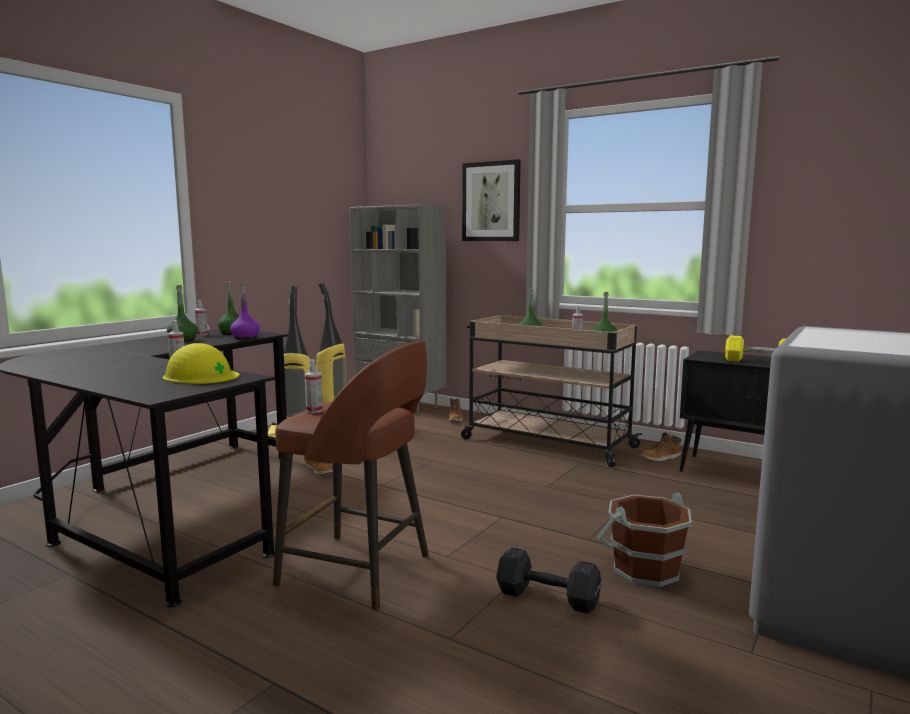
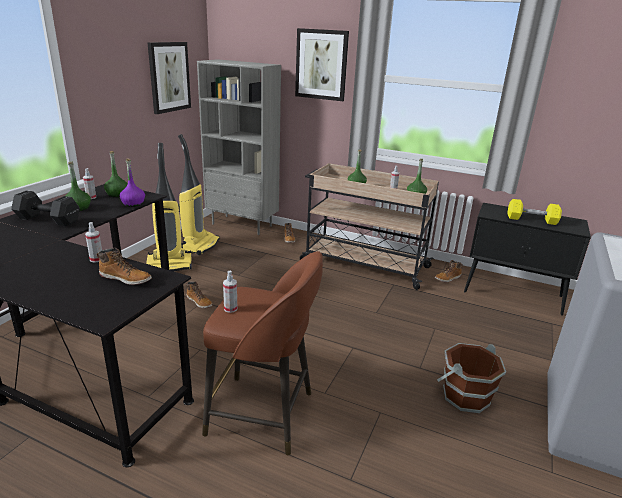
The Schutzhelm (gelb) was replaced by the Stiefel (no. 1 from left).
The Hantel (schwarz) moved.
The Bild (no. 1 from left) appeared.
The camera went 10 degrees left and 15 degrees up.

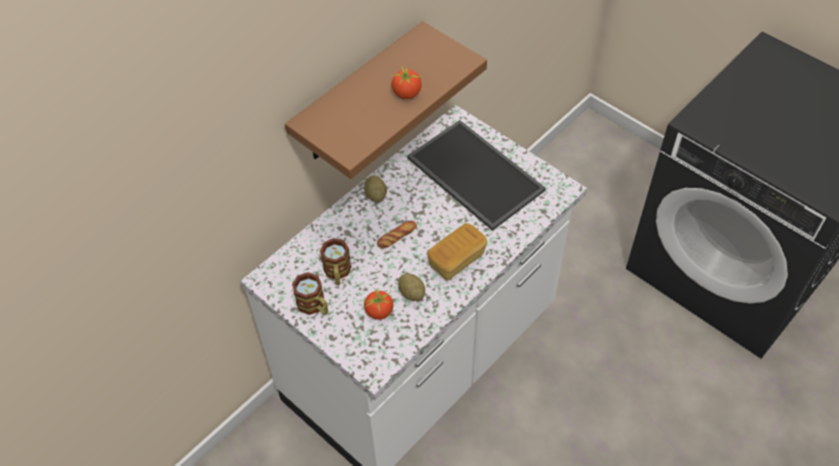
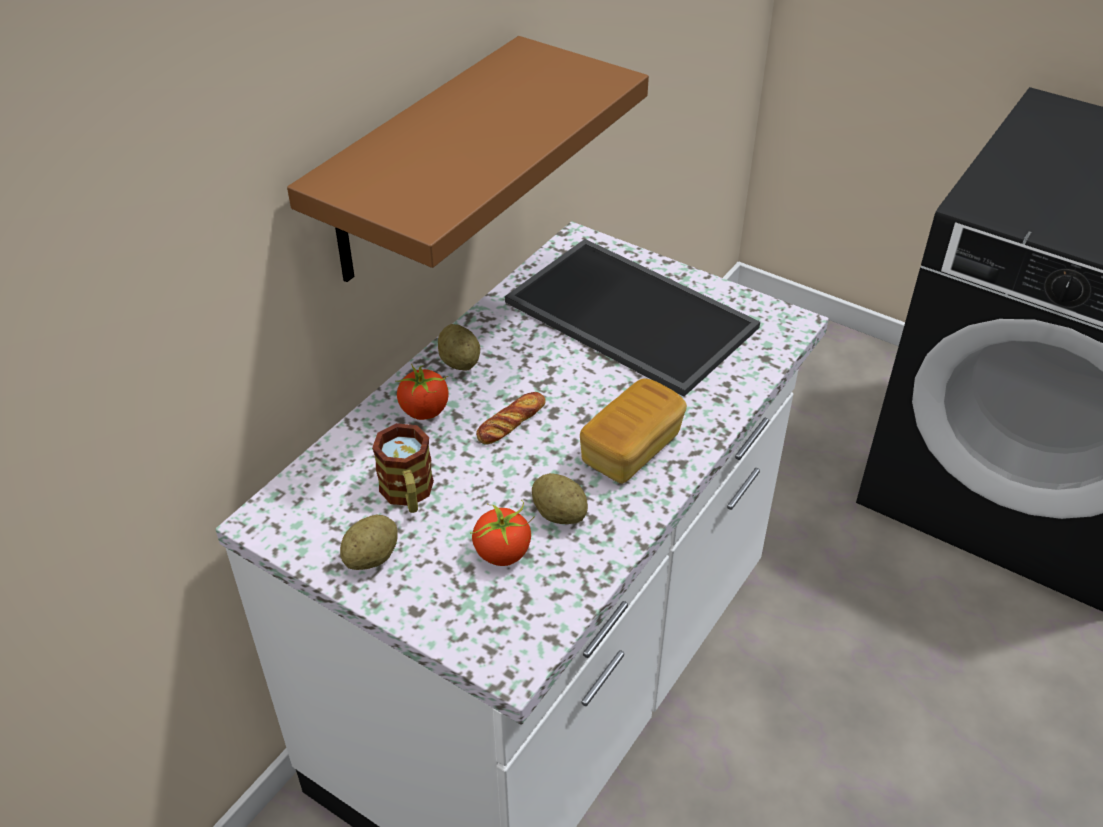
The Tomate (no. 2 from left in the first image) moved.
The Henkelbecher (no. 1 from left) was replaced by the Kartoffel (no. 1 from left).
The camera went 10 degrees left and 10 degrees down.

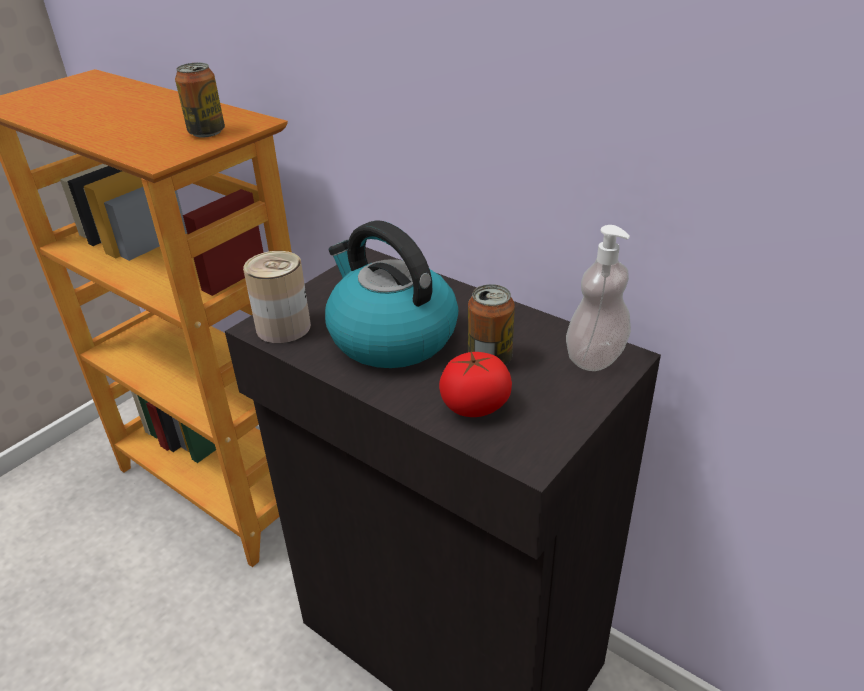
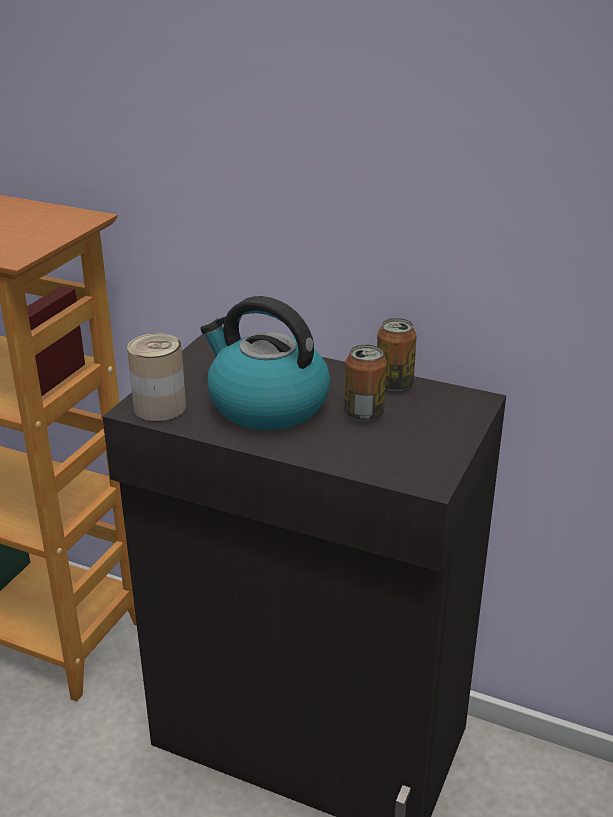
The Dose (no. 1 from left in the first image) moved.
The Seifenspender disappeared.
The Tomate disappeared.
The camera went 15 degrees left and 5 degrees down.

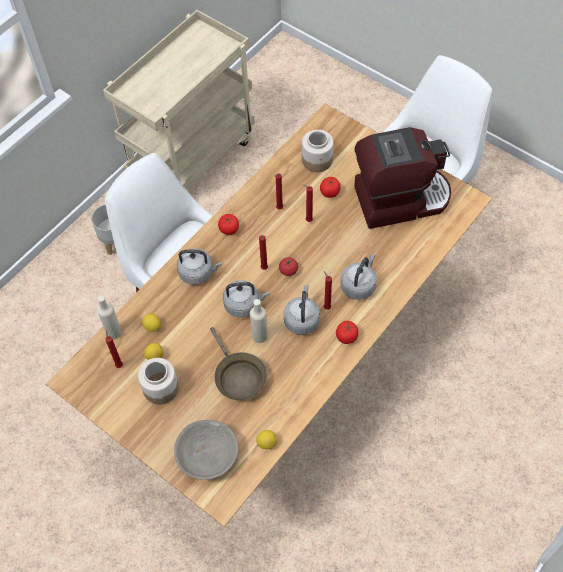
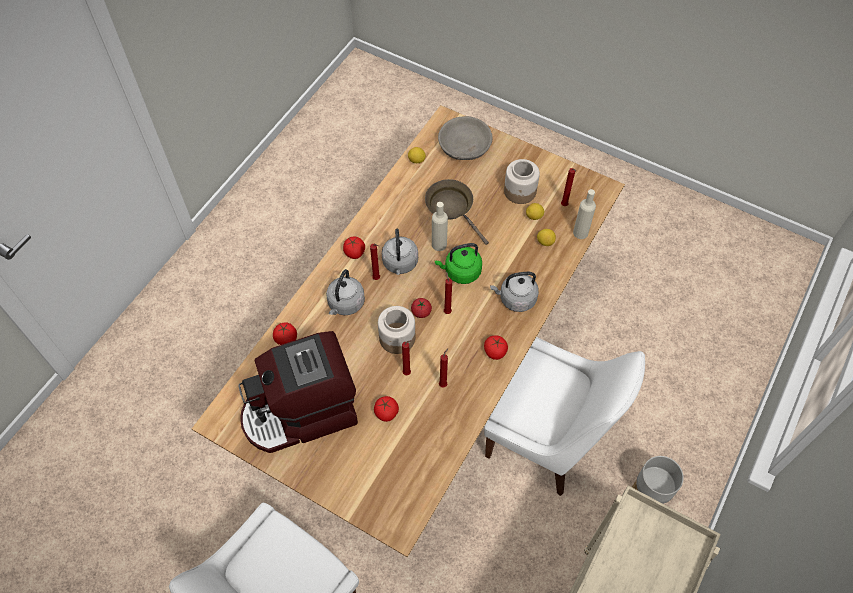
The Vorratsglas (no. 2 from left in the first image) moved.
The Wasserkessel (grau) (no. 2 from left) became the Wasserkessel (grün).
The Tomate (no. 1 from left) appeared.
The camera went 170 degrees right and 0 degrees up.

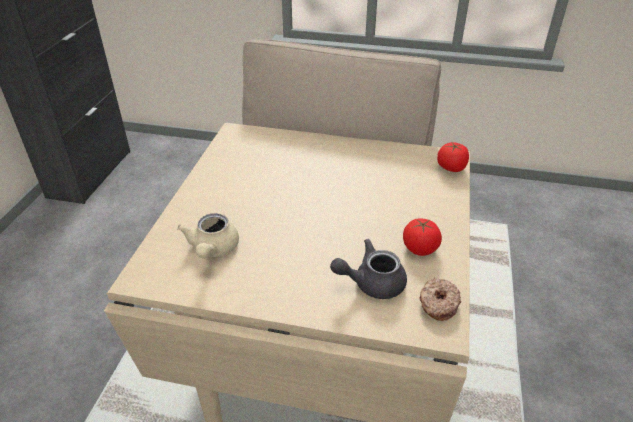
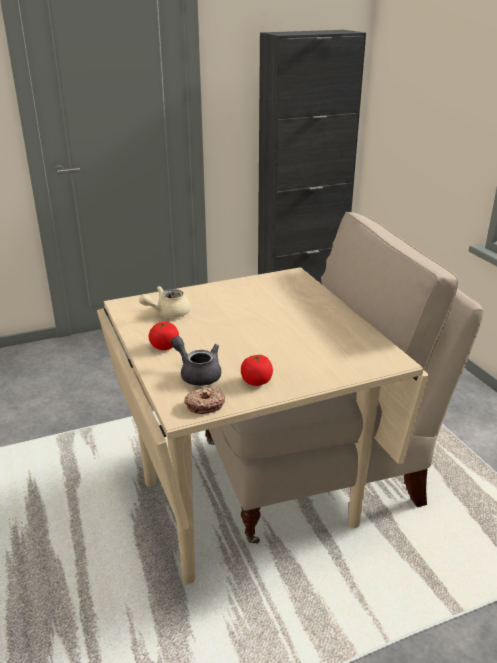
The Tomate (no. 2 from left in the first image) moved.
The camera went 55 degrees right and 10 degrees down.

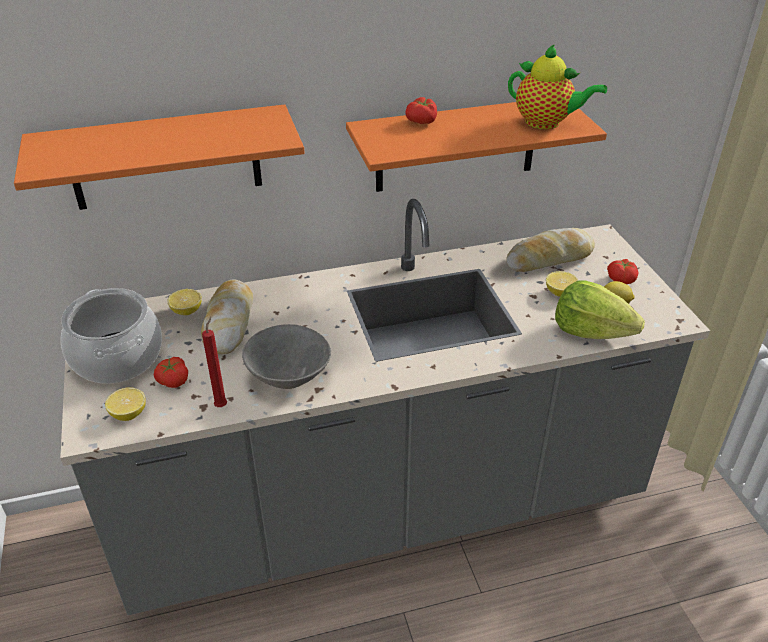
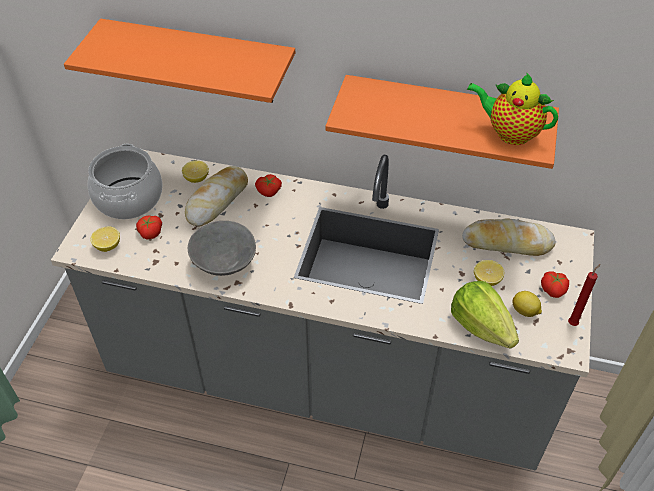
The Teekanne turned 150 degrees clockwise.
The Tomate (no. 2 from left) moved.
The Kerze (rot) moved.
The camera went 30 degrees right and 10 degrees up.

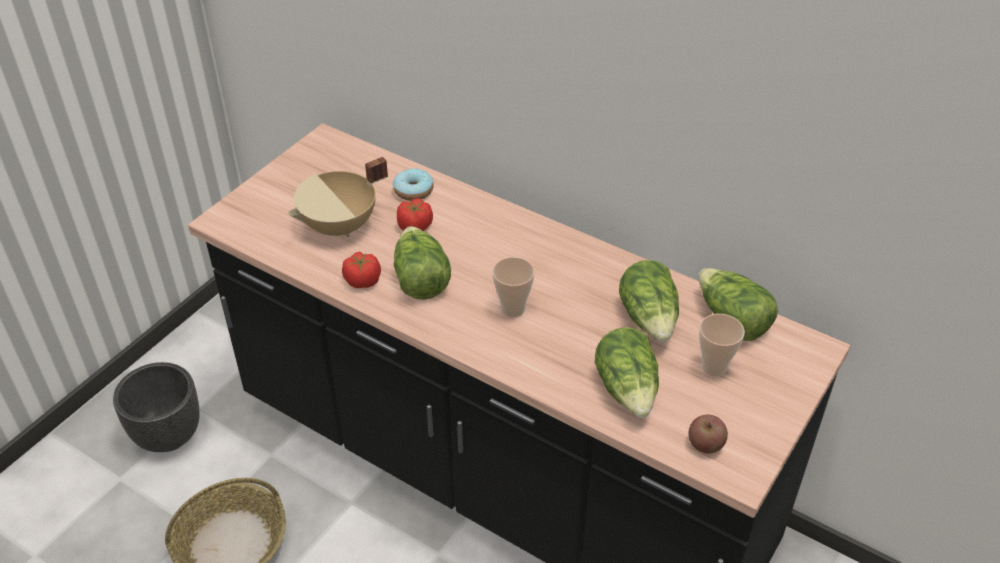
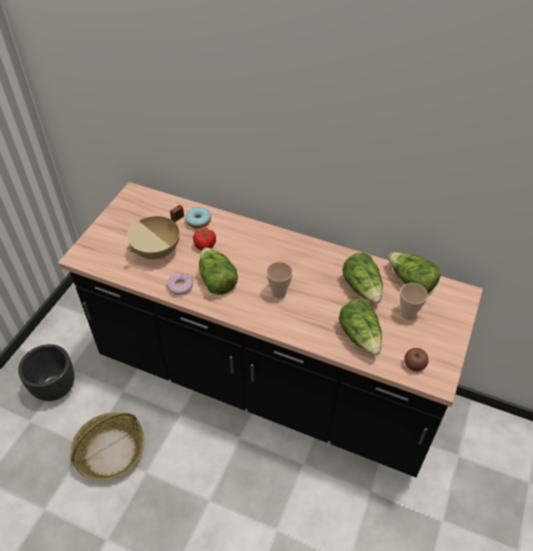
The Tomate (no. 1 from left) was replaced by the Donut (no. 1 from left).
The camera went 10 degrees left and 5 degrees up.

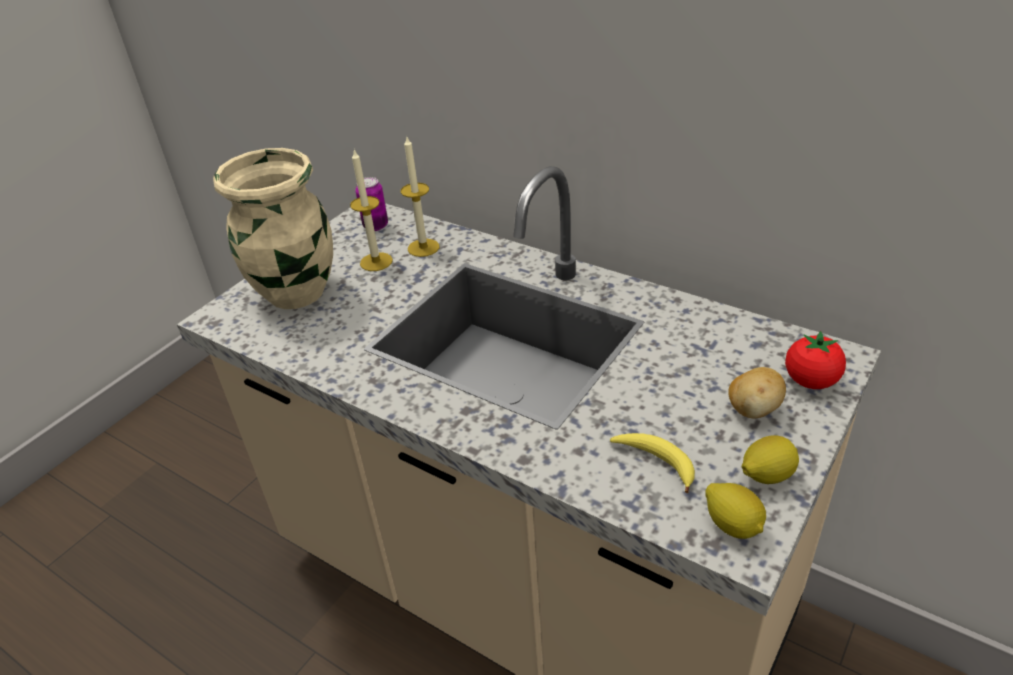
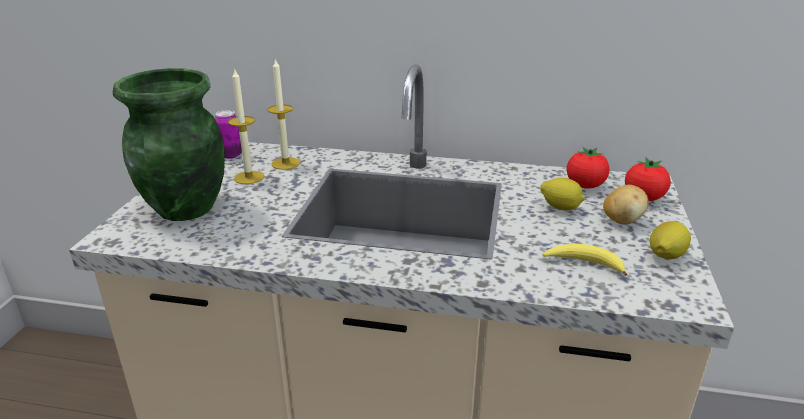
The Vase (beige) became the Vase (grün).
The Zitrone (no. 1 from left) moved.
The Tomate (no. 1 from left) appeared.
The camera went 25 degrees left and 10 degrees down.

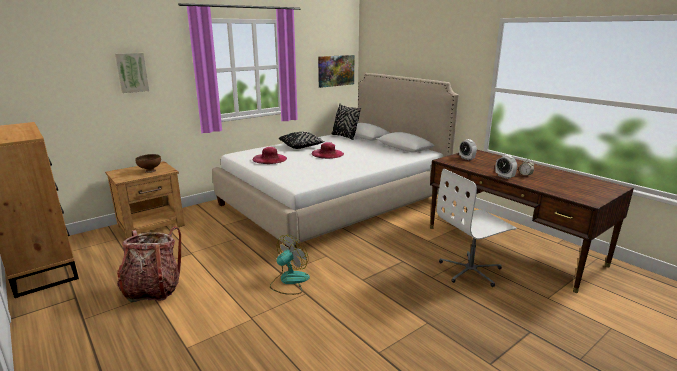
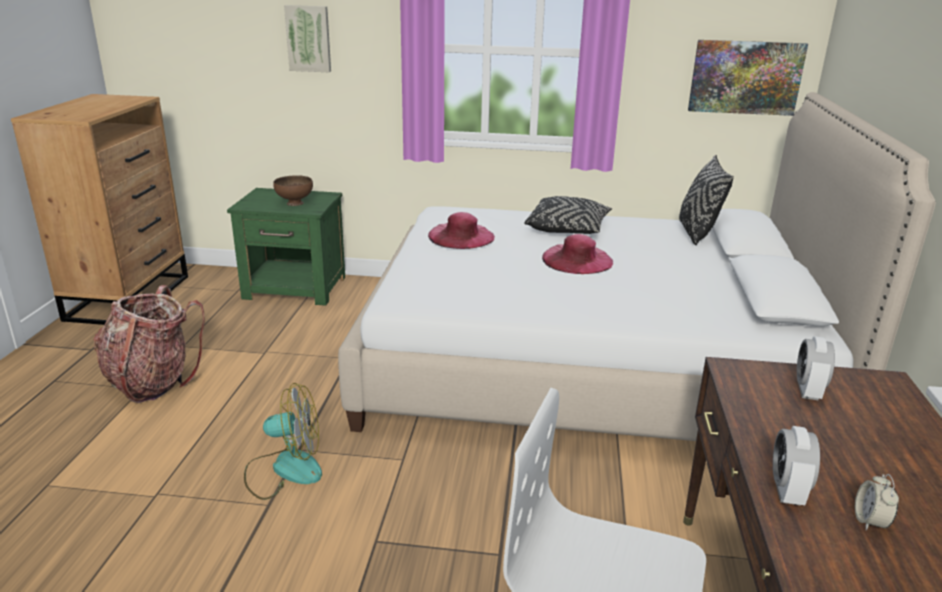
The Nachttisch (braun) became the Nachttisch (grün).
The camera went 45 degrees right and 5 degrees up.

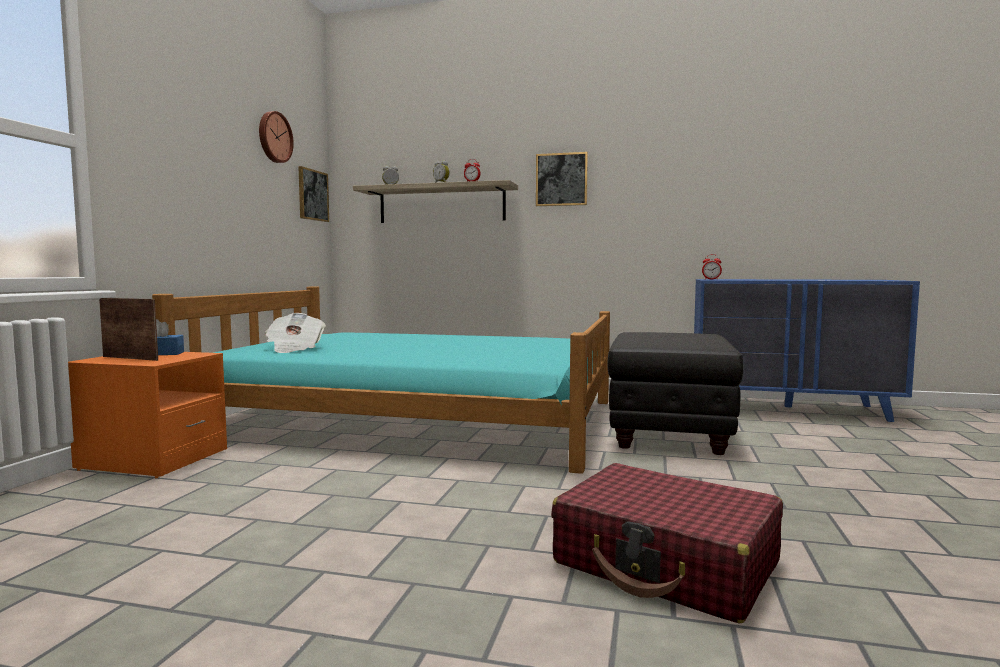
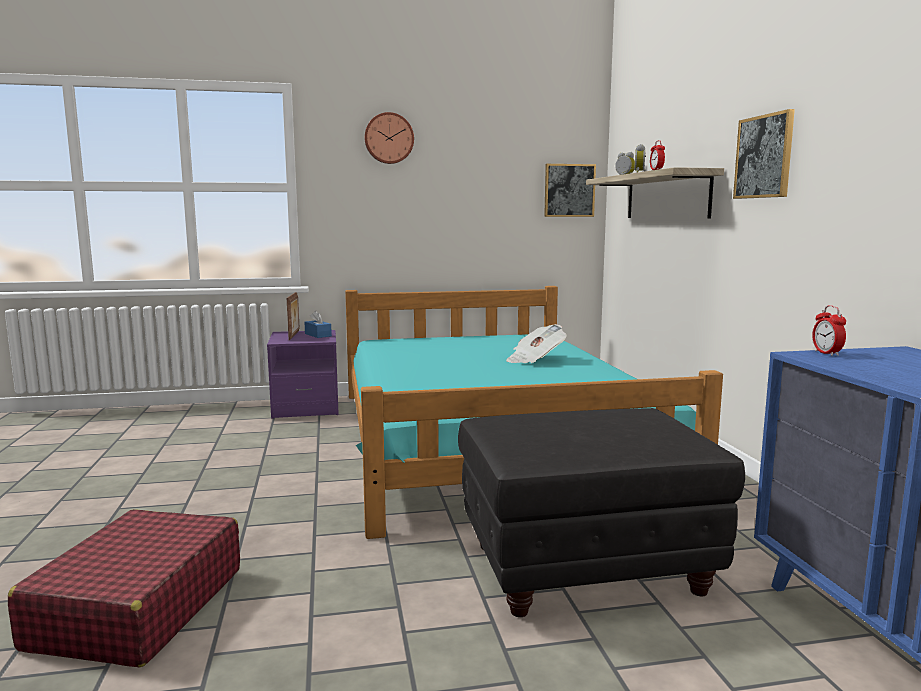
The Wanduhr moved.
The Zeitung moved.
The Nachttisch (orange) became the Nachttisch (lila).
The camera went 65 degrees right and 5 degrees up.

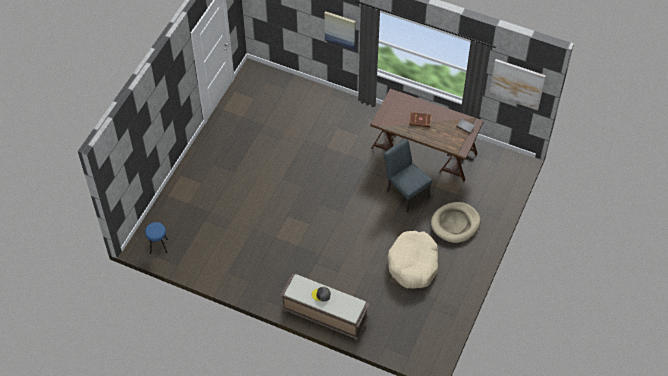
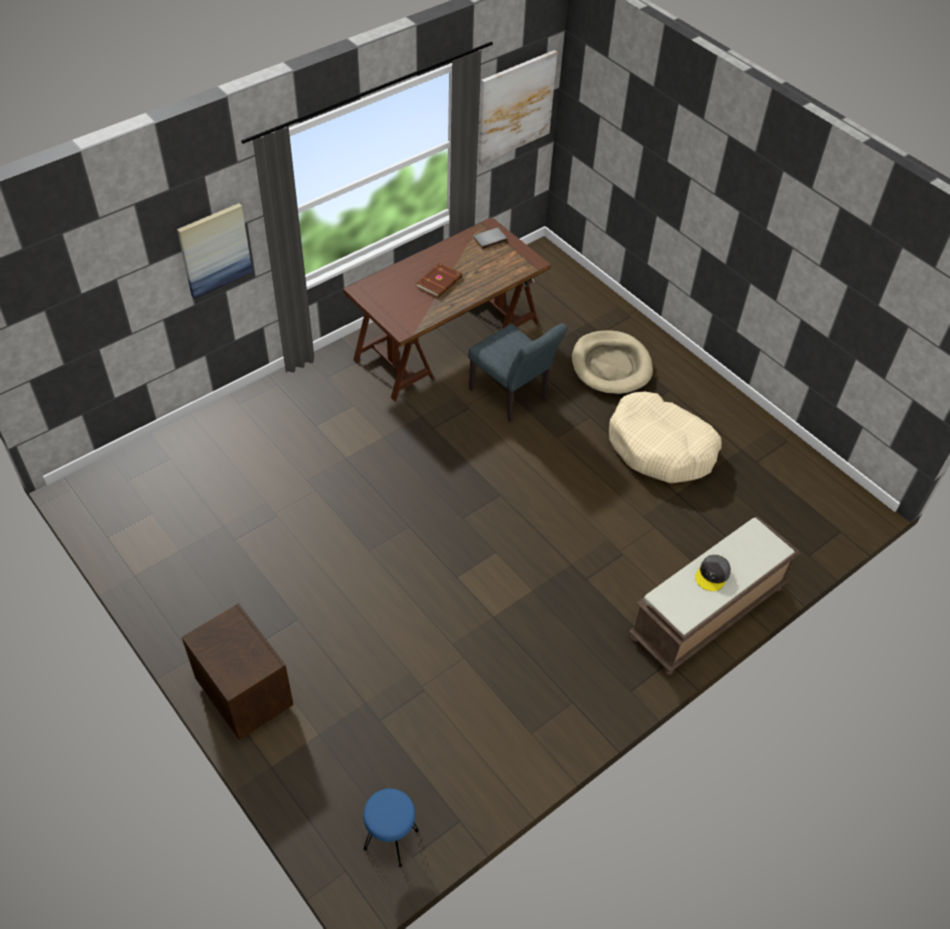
The Stuhl (grau) turned 120 degrees counterclockwise.
The Nachttisch (braun) appeared.
The camera went 65 degrees left and 5 degrees down.

